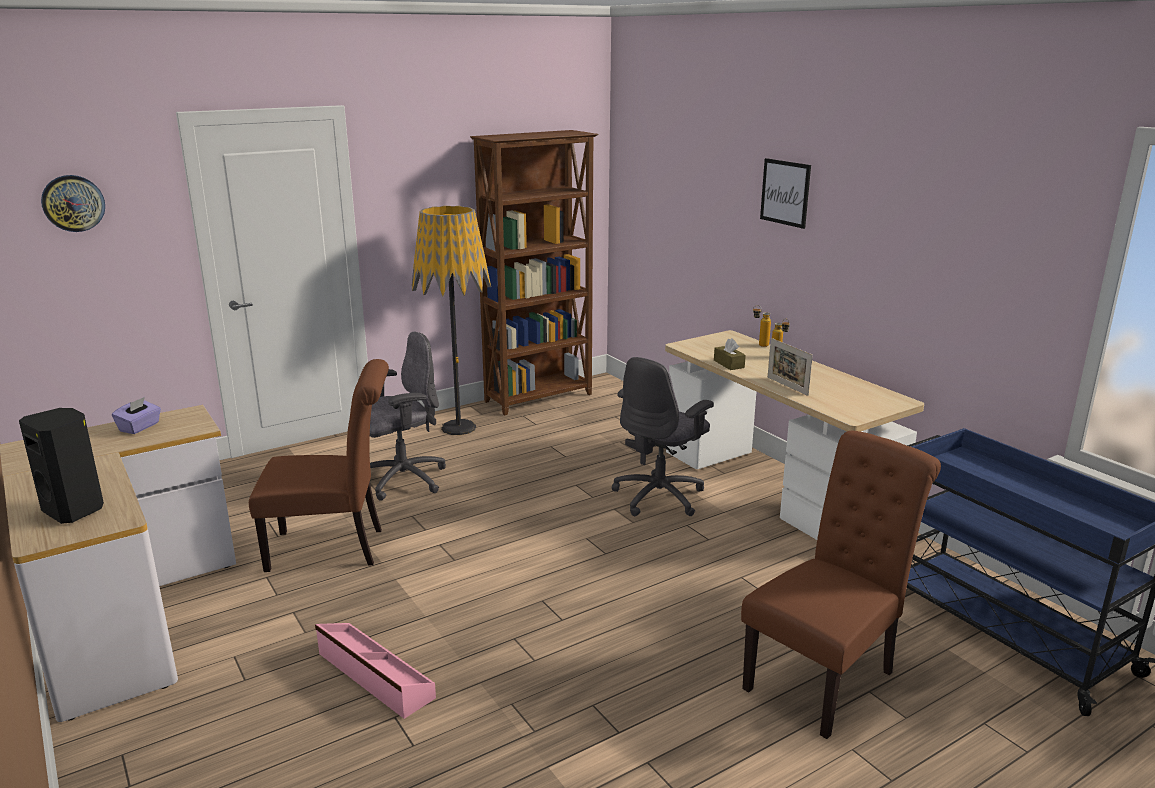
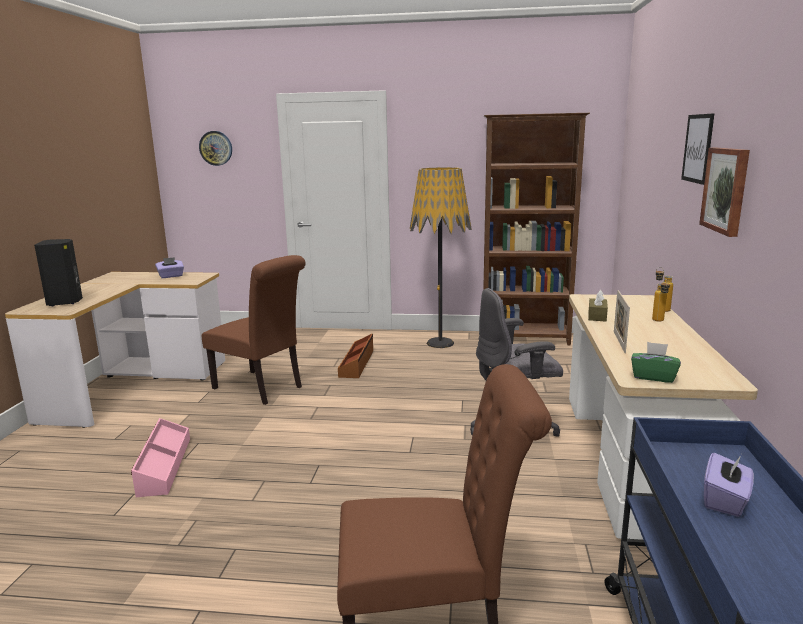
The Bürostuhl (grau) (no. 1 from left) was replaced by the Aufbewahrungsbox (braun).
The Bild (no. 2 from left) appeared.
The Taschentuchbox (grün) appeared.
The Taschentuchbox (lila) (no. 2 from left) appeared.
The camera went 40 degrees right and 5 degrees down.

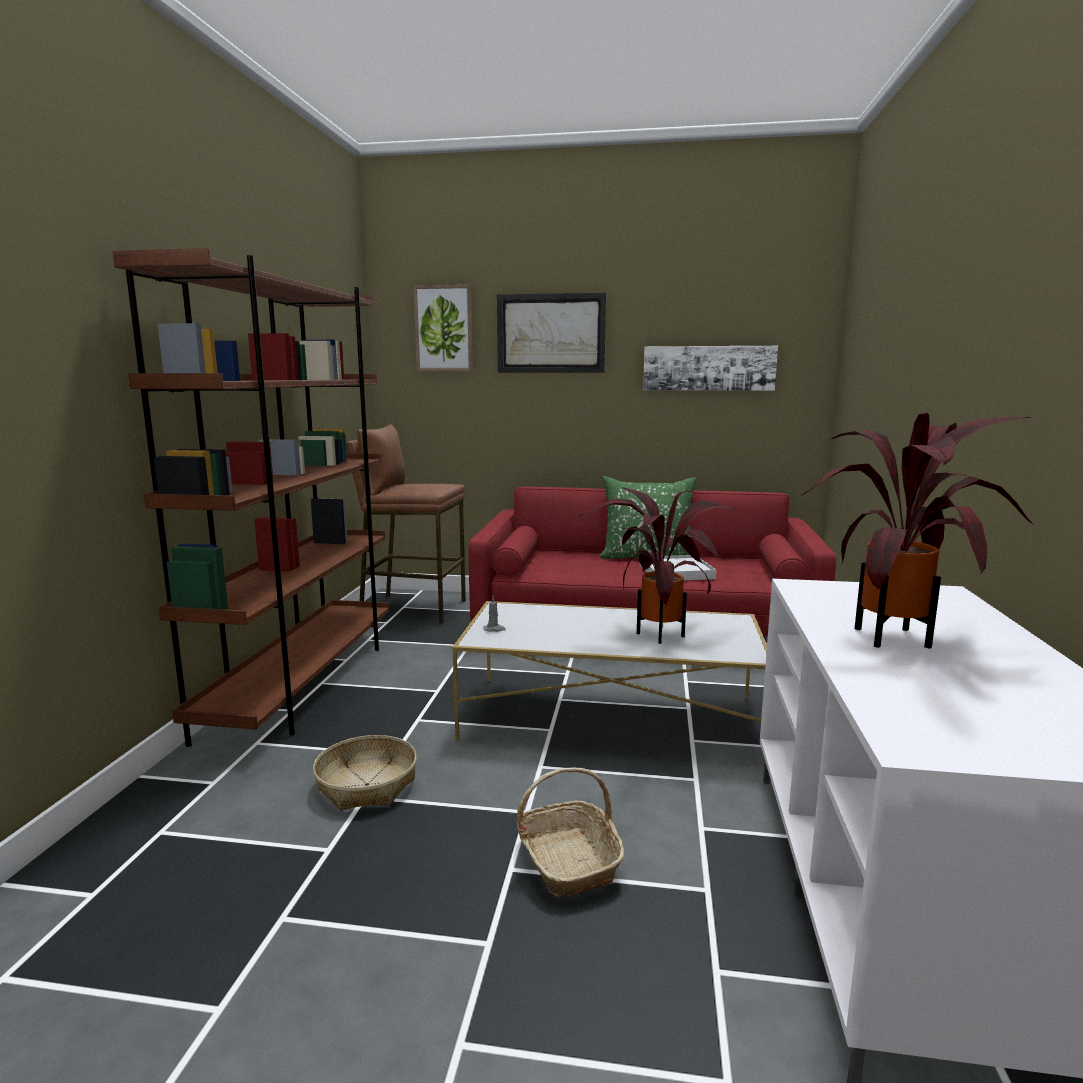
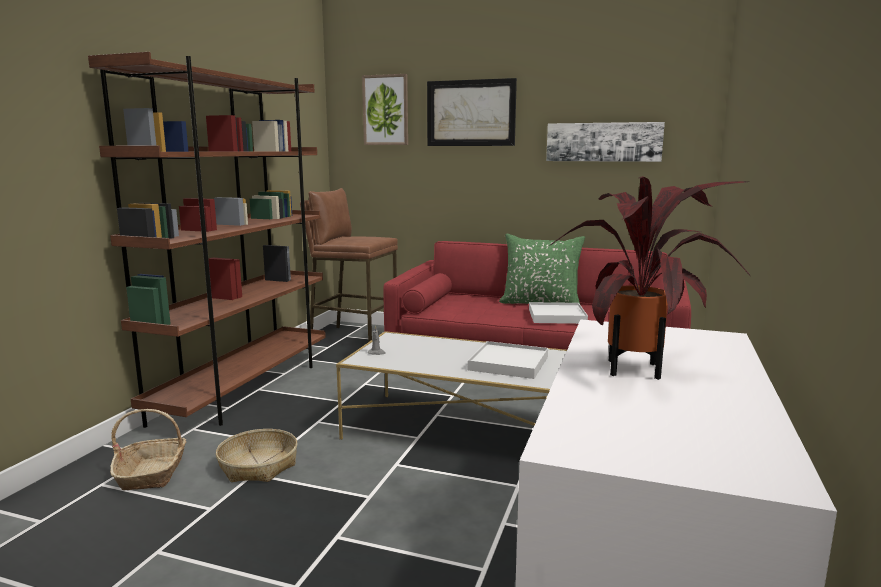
The Topfpflanze (no. 1 from left) was replaced by the Tablett (weiß) (no. 1 from left).
The Korb (no. 2 from left in the first image) moved.
The camera went 10 degrees right and 0 degrees up.

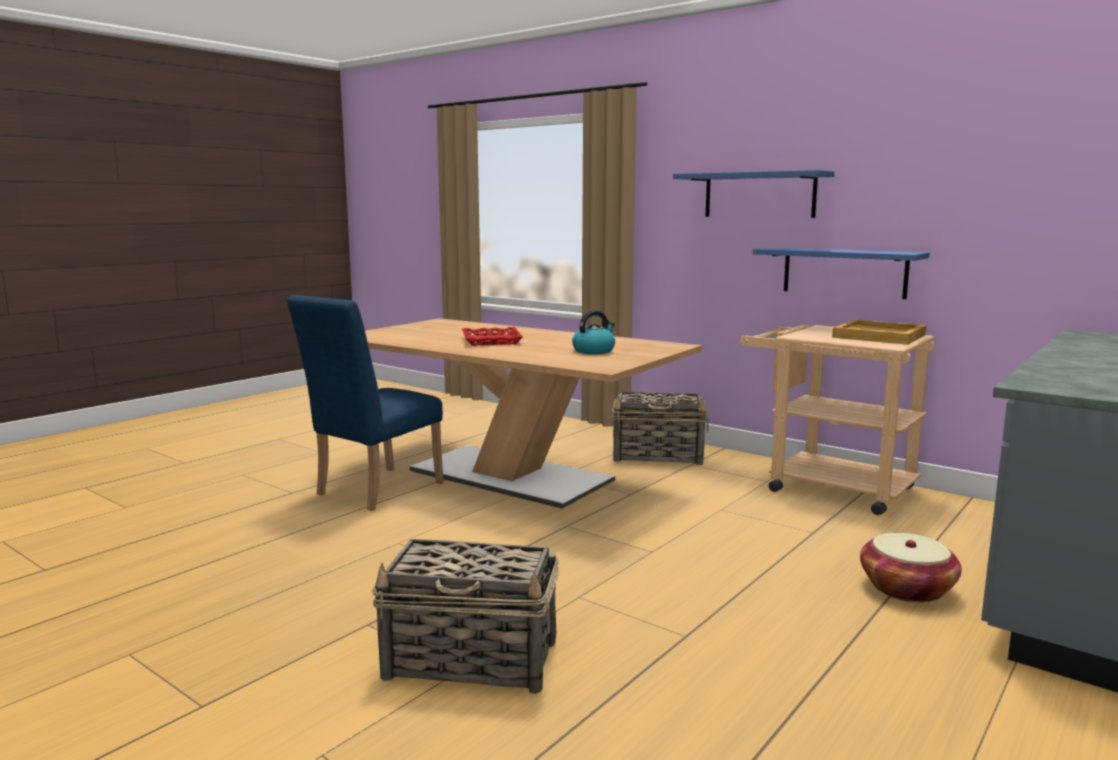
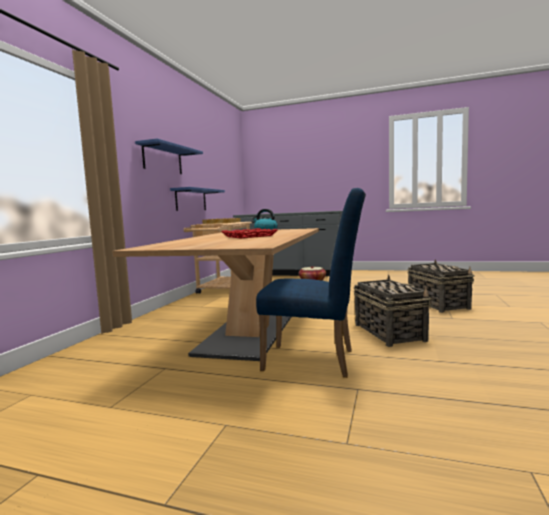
The Korb (no. 2 from left) moved.
The camera went 110 degrees left and 5 degrees down.

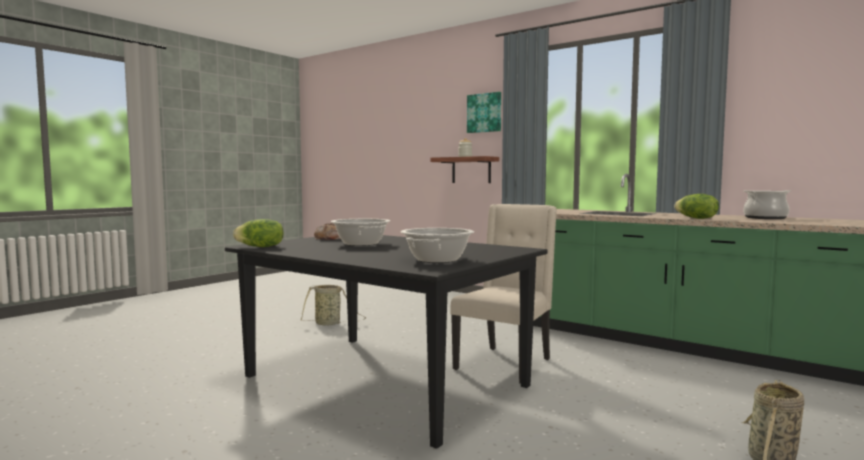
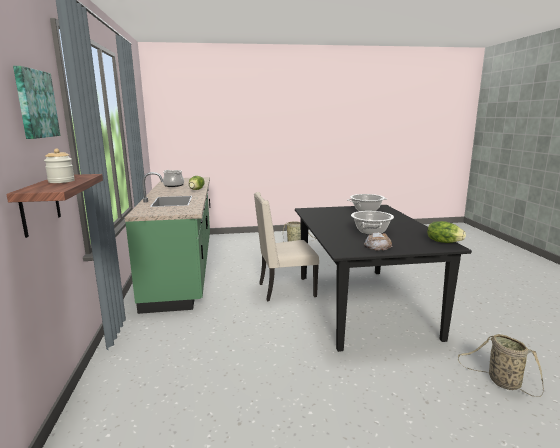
The Korb (no. 1 from left in the first image) moved.
The camera went 135 degrees left and 10 degrees up.

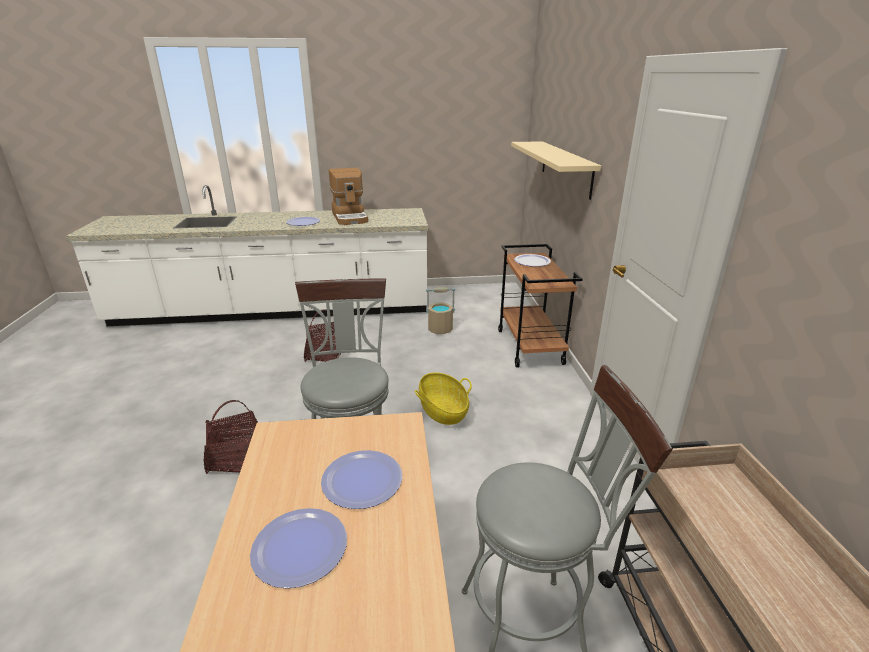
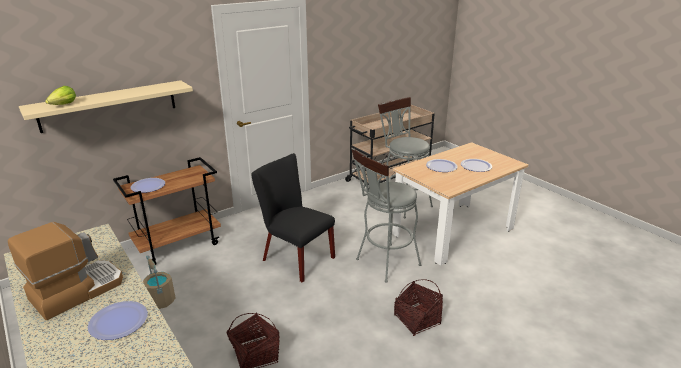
The Korb (no. 3 from left) was replaced by the Stuhl (schwarz).
The Salatkopf appeared.
The camera went 120 degrees left and 0 degrees up.

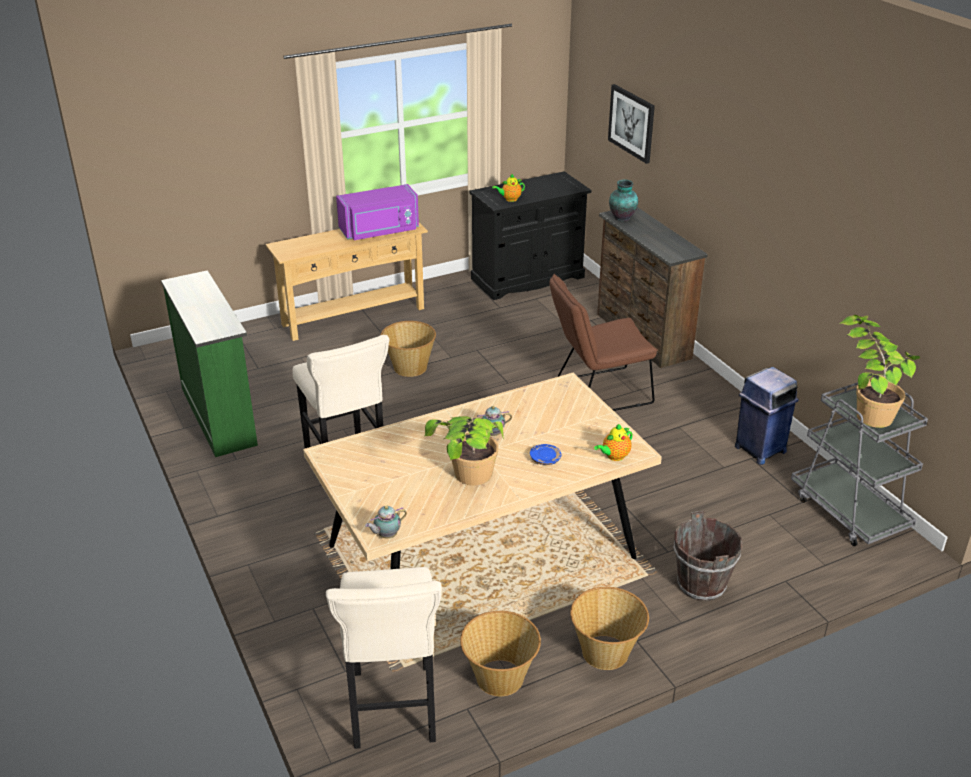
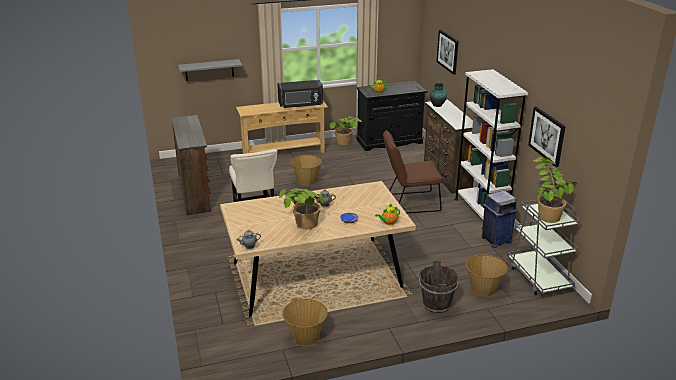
The Mikrowelle (lila) became the Mikrowelle (schwarz).
The Kommode (grün) became the Kommode (braun) (no. 1 from left).
The Hocker (beige) (no. 2 from left) disappeared.
The Korb (no. 3 from left) moved.
The Wandregal (grau) appeared.
The Bücherregal (weiß) appeared.
The Bild (no. 2 from left) appeared.
The Topfpflanze (no. 2 from left) appeared.
The camera went 10 degrees right and 5 degrees down.

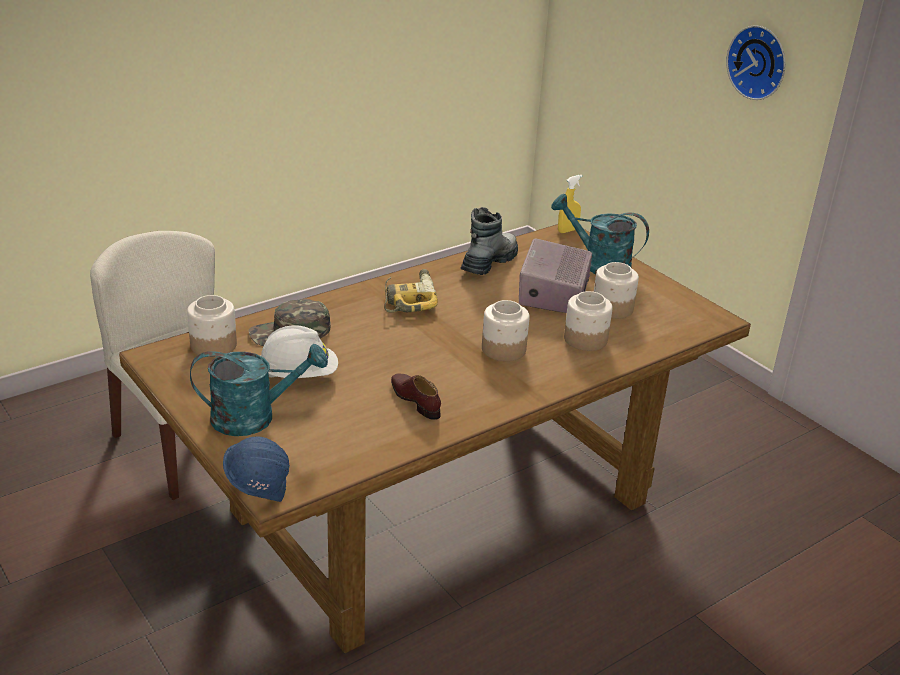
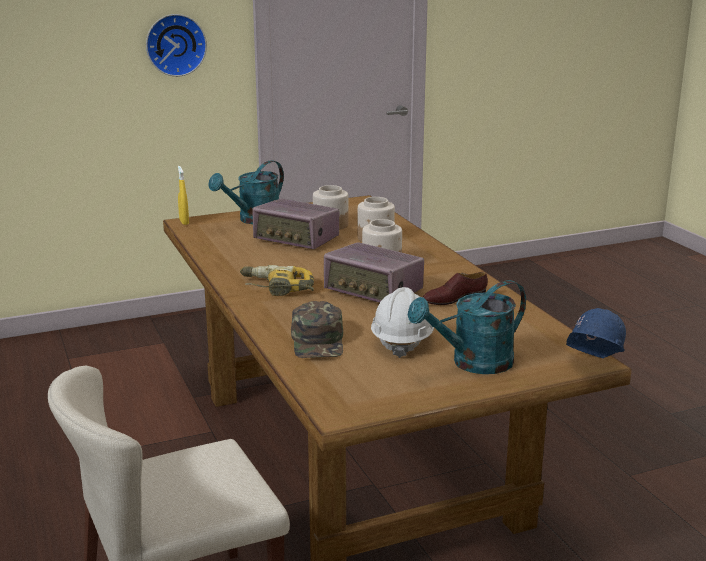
The Stiefel disappeared.
The Vorratsglas (no. 1 from left) disappeared.
The Gießkanne (türkis) (no. 1 from left in the first image) turned 120 degrees counterclockwise.
The Radio (no. 2 from left) appeared.
The camera went 75 degrees left and 10 degrees down.

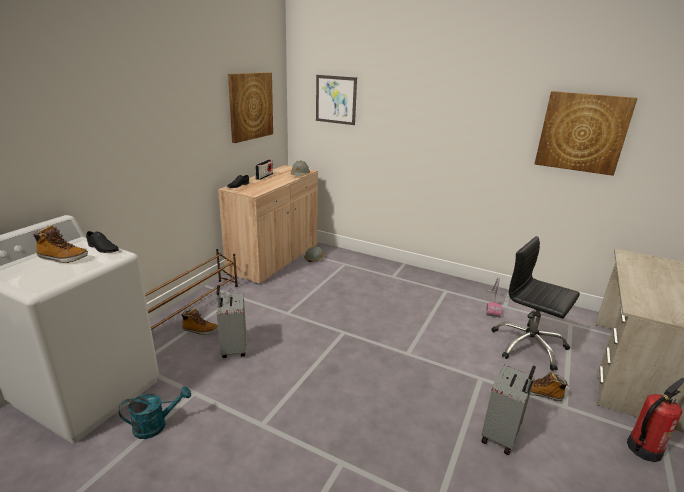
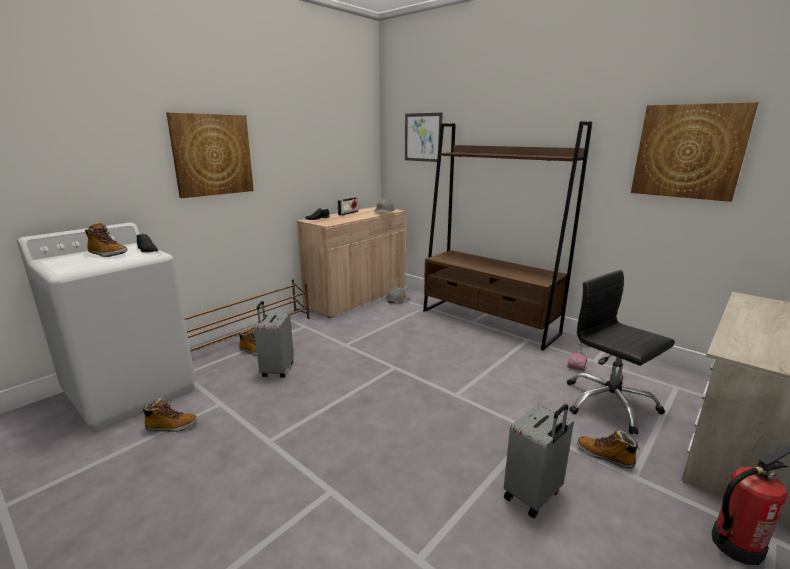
The Bild (no. 1 from left) moved.
The Gießkanne (türkis) was replaced by the Stiefel (no. 2 from left).
The Bücherregal (braun) appeared.
The camera went 15 degrees right and 5 degrees down.

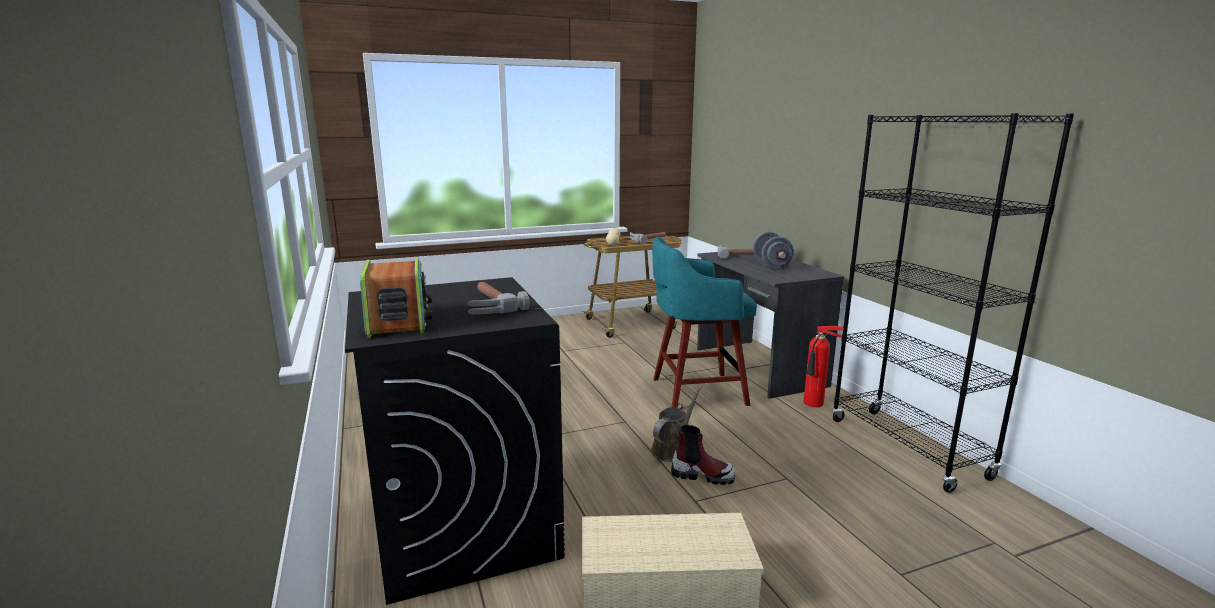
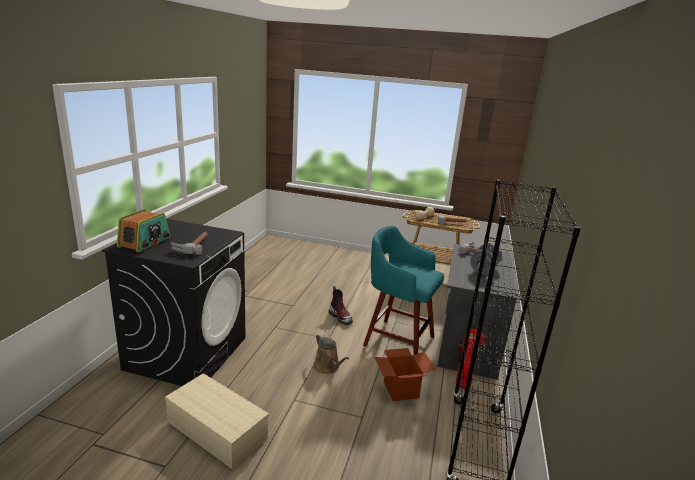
The Gießkanne (braun) turned 75 degrees clockwise.
The Stiefel moved.
The Karton appeared.
The camera went 35 degrees right and 5 degrees up.

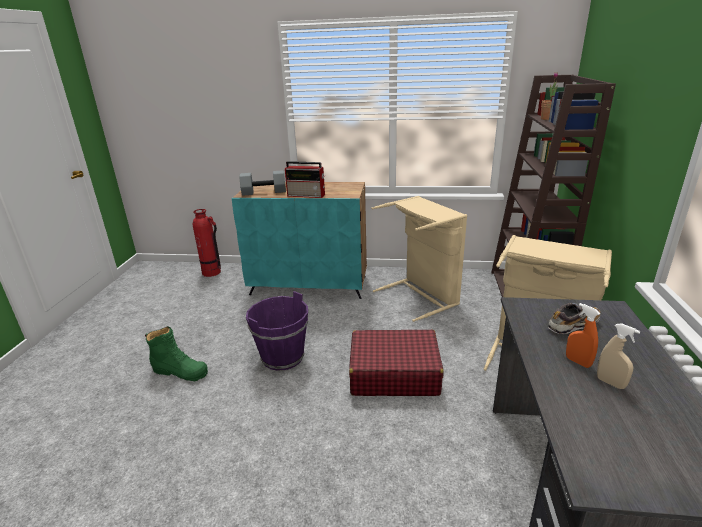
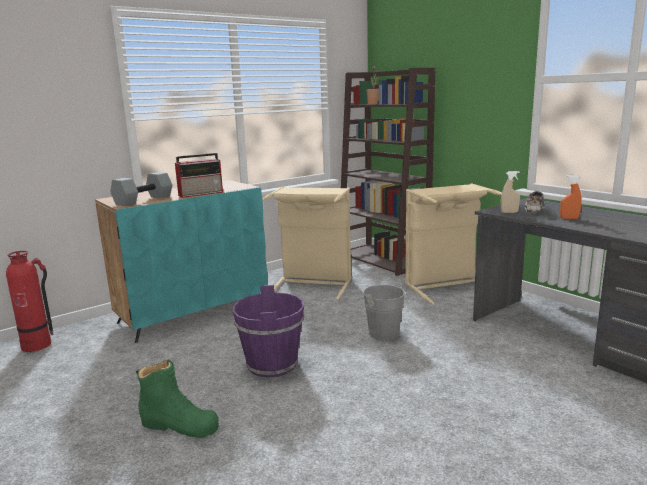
The Sprühflasche (beige) moved.
The Stiefel (grün) turned 45 degrees clockwise.
The Koffer (rot) was replaced by the Eimer (grau).
The camera went 45 degrees left and 10 degrees down.

